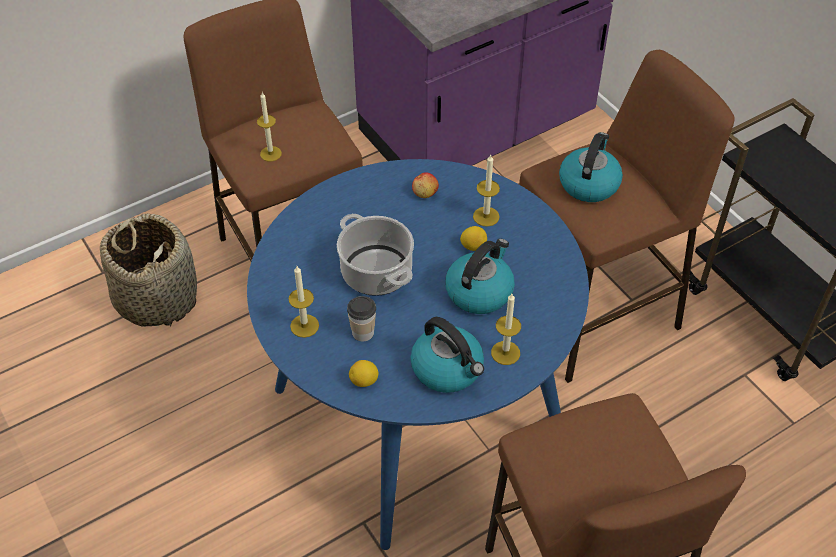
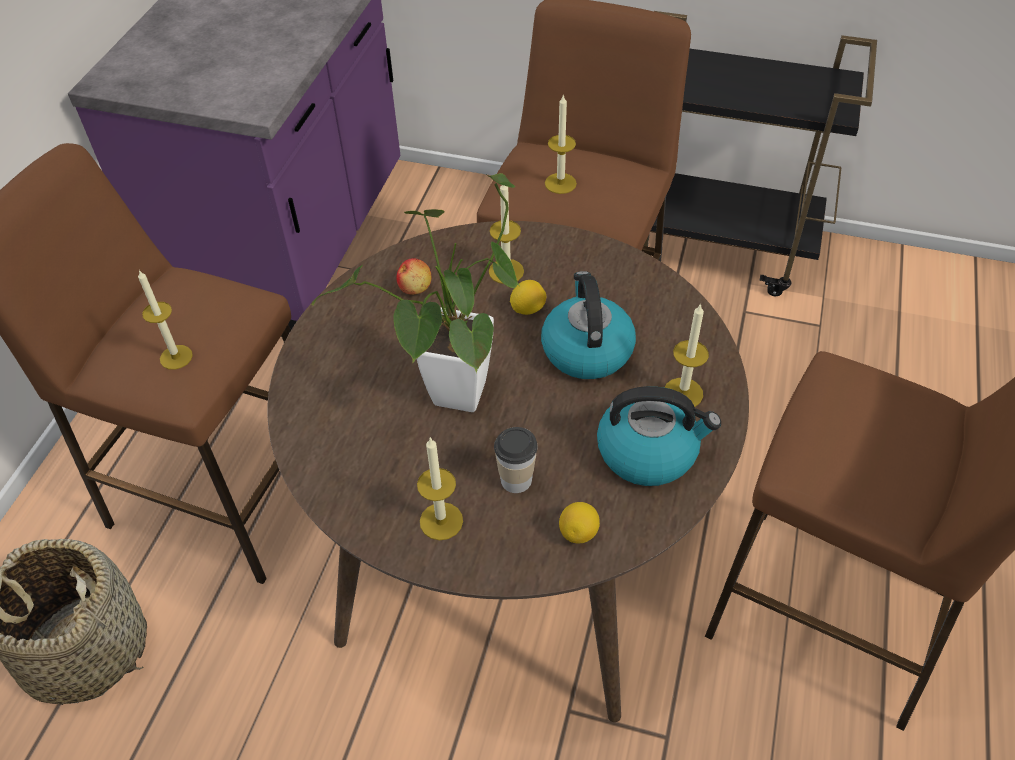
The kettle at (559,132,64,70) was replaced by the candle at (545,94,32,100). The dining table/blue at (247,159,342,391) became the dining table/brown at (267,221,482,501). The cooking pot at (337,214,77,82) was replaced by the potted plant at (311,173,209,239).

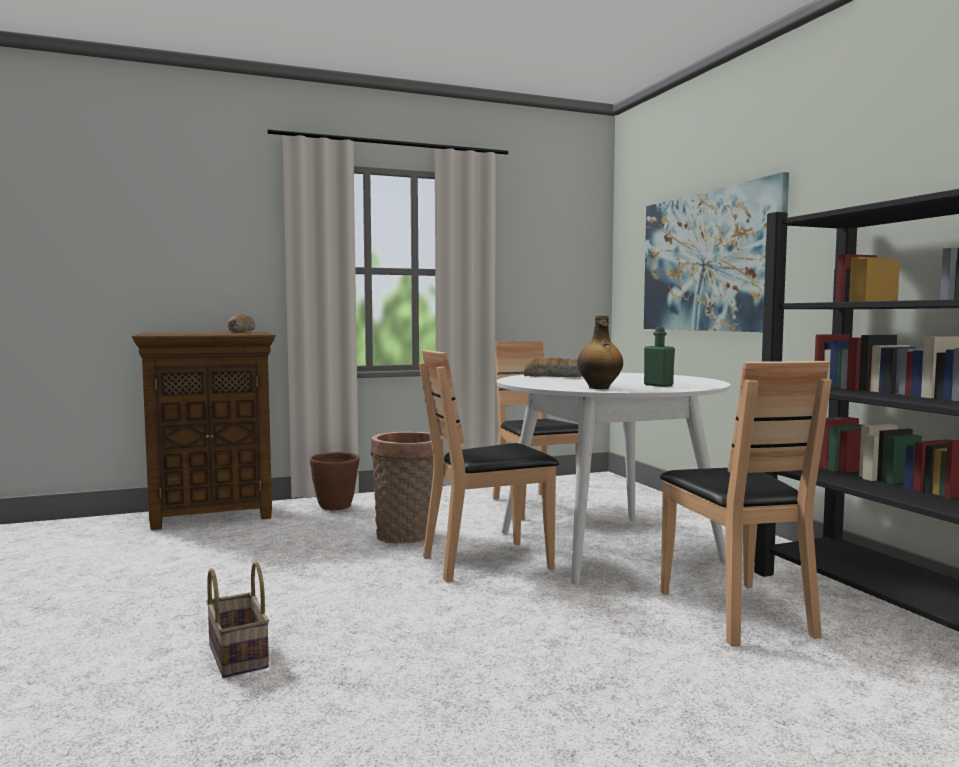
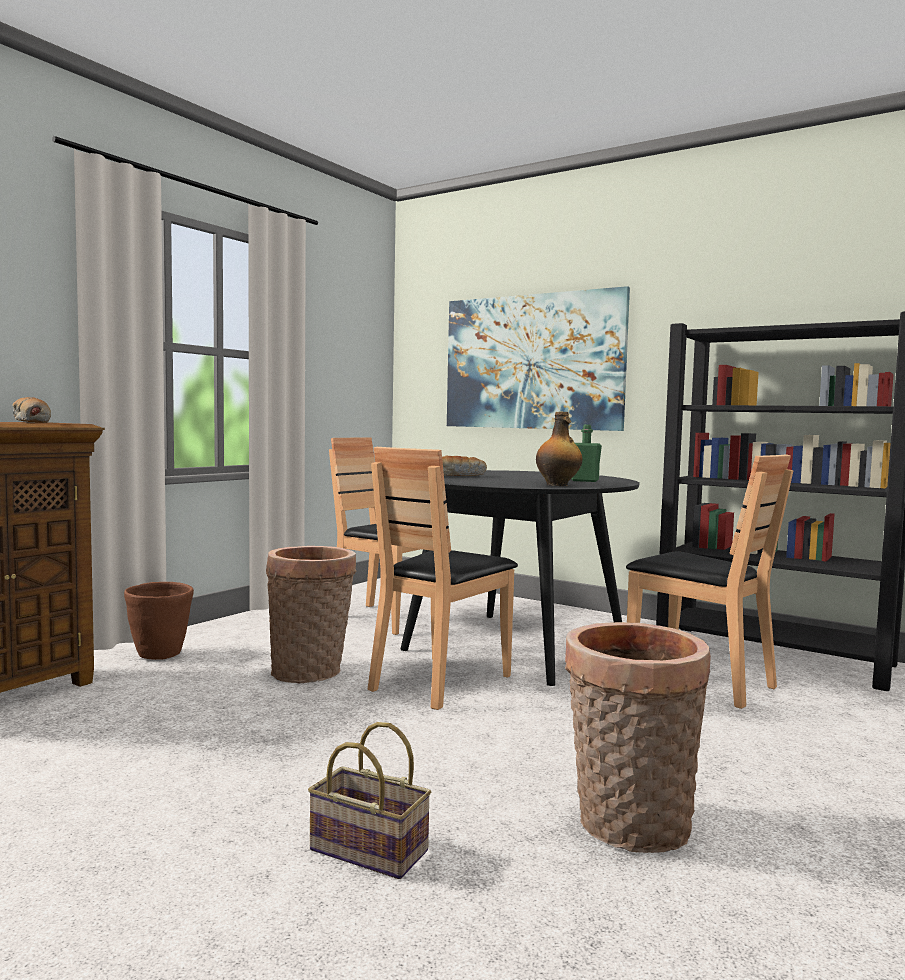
The dining table/white at (497,373,234,211) became the dining table/black at (401,470,239,216). The basket at (565,622,146,231) appeared.

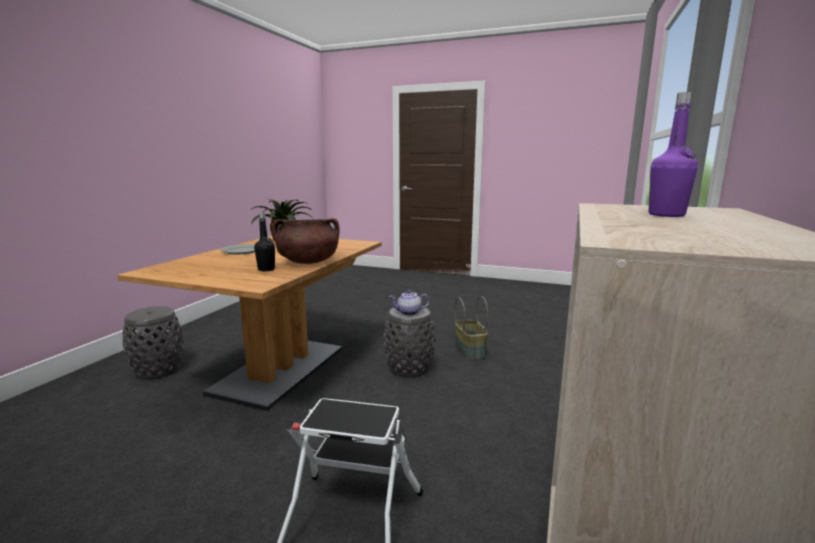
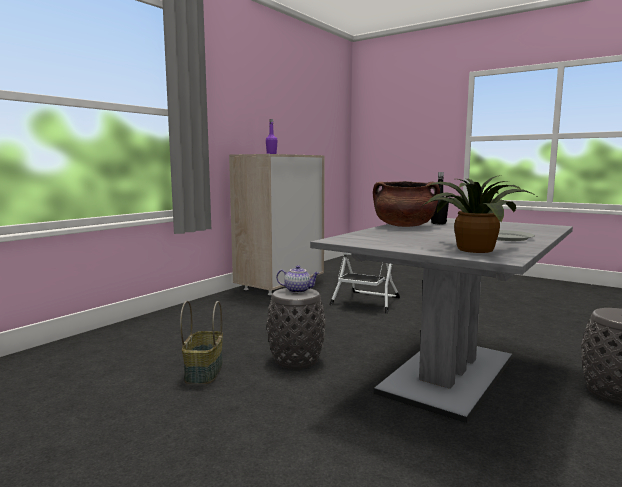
The dining table/brown at (117,235,265,176) became the dining table/grey at (310,218,263,205).

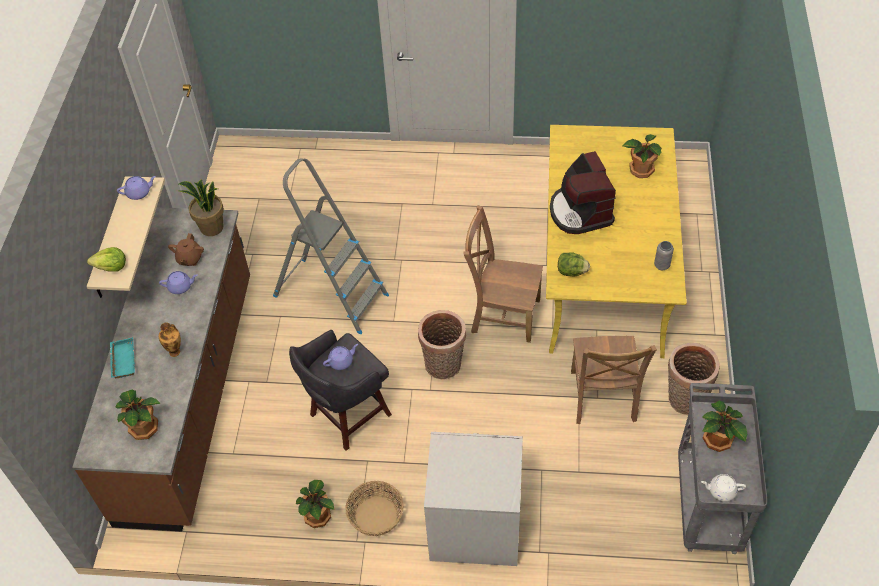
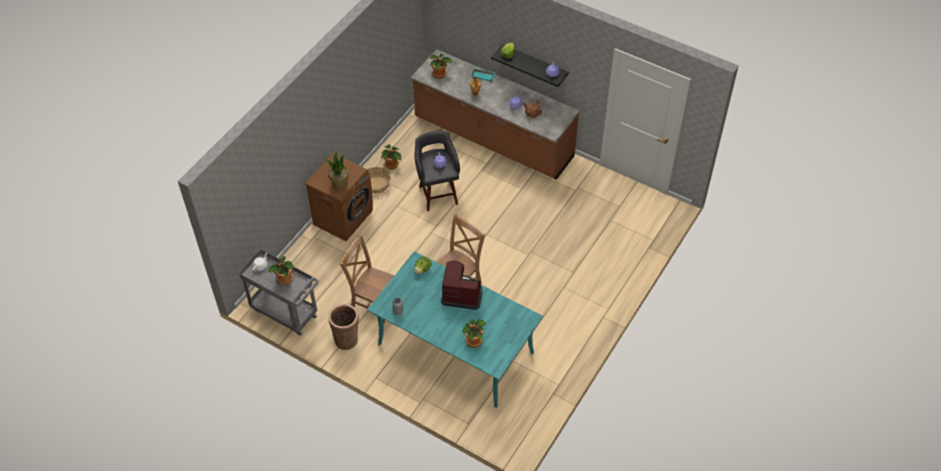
The dining table/yellow at (546,125,141,233) became the dining table/turquoise at (367,251,176,157). The step ladder/grey at (273,158,116,176) disappeared. The shelf/beige at (87,176,78,122) became the shelf/black at (491,44,78,43). The potted plant moved from (179,179,45,57) to (325,150,24,40). The basket at (418,310,48,69) disappeared. The washing machine/white at (424,432,99,134) became the washing machine/brown at (305,153,68,88).

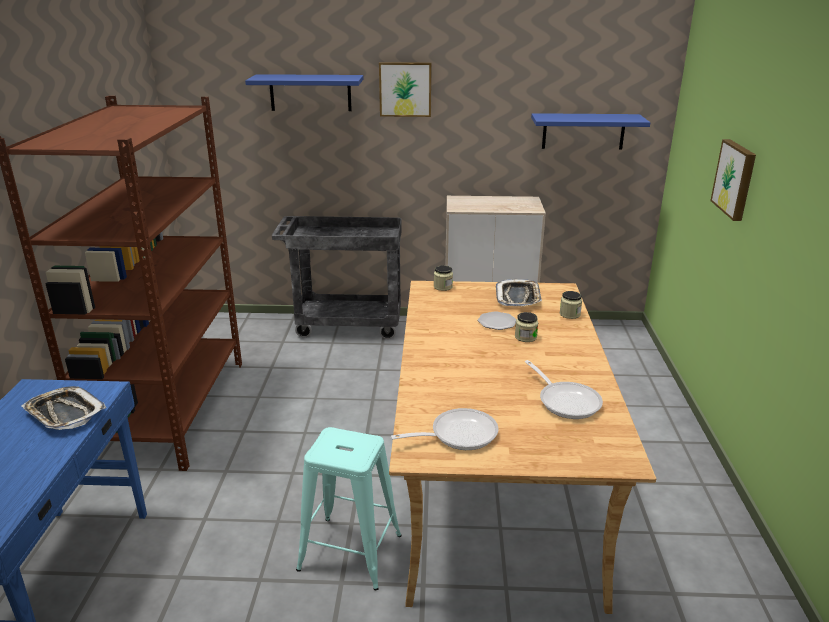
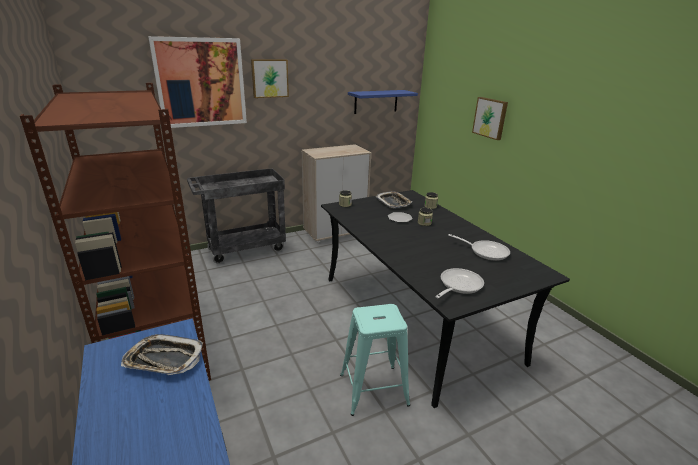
The shelf/blue at (245,74,118,37) was replaced by the picture at (148,36,99,92). The dining table/beige at (389,281,268,333) became the dining table/black at (321,190,249,218).

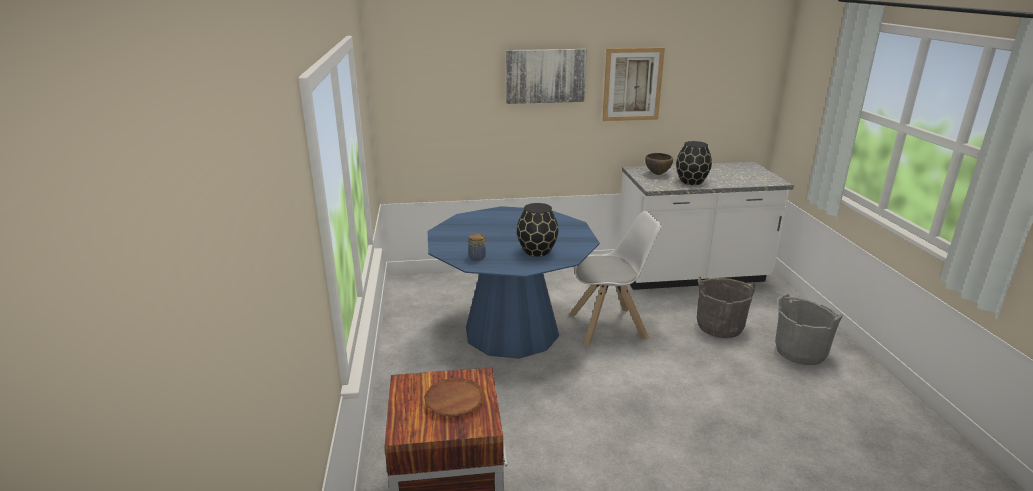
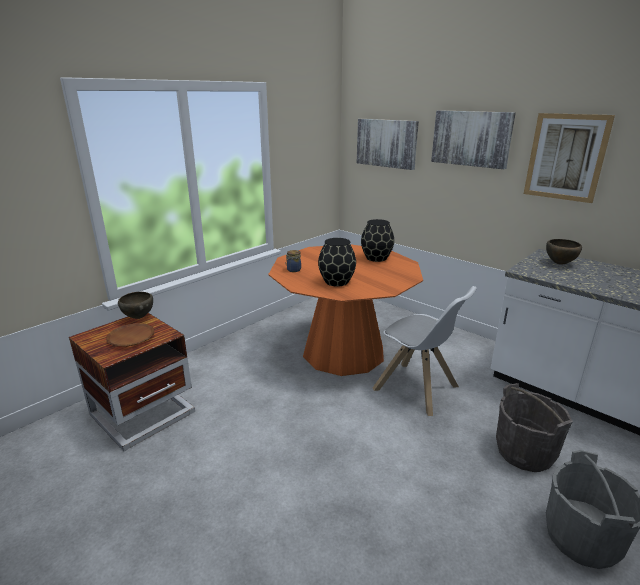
The vase/black moved from (676,141,36,44) to (361,219,33,43). The dining table/blue at (428,206,172,153) became the dining table/orange at (268,244,155,132). The picture at (357,119,62,51) appeared. The bowl/brown at (118,292,35,27) appeared.

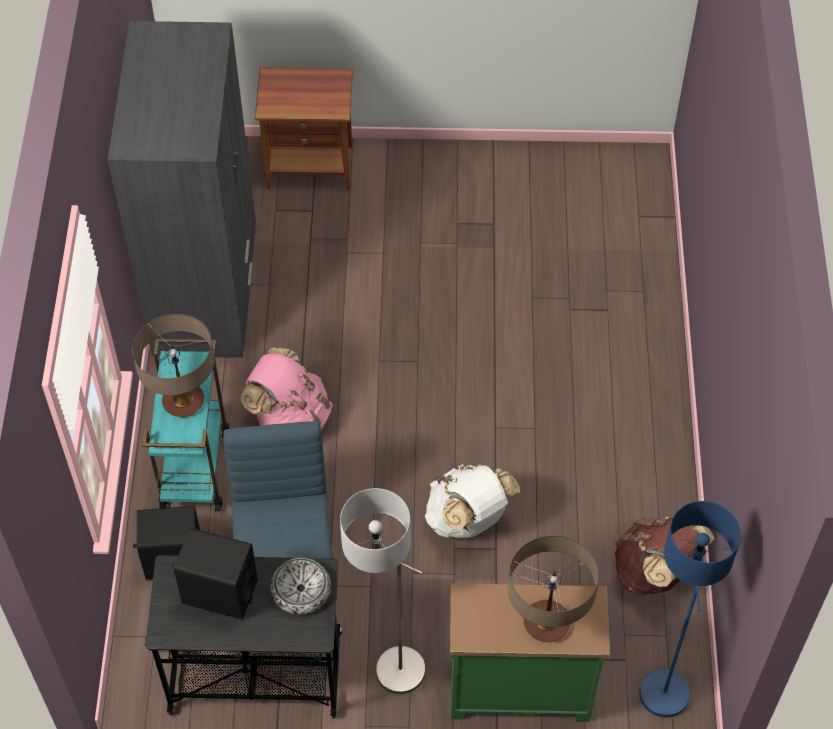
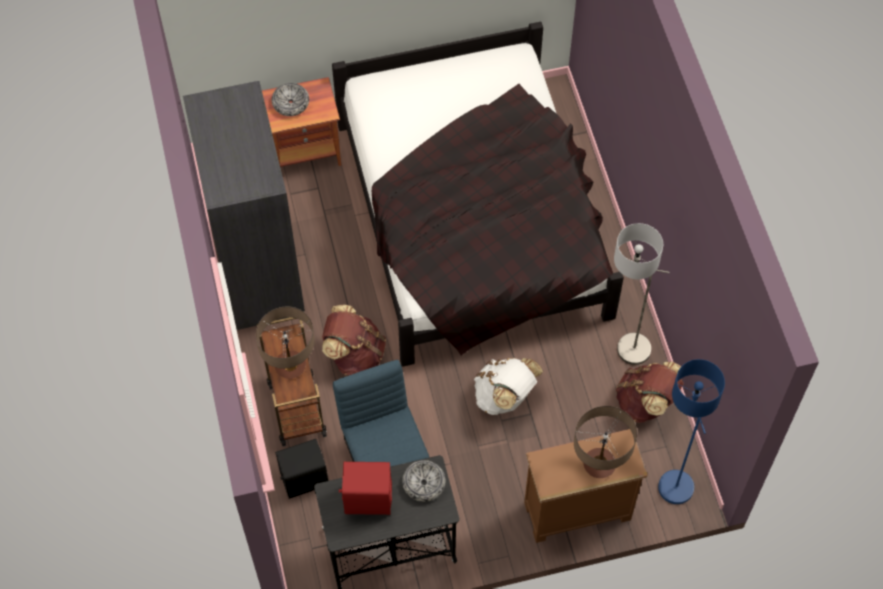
The cart/turquoise at (142,339,87,174) became the cart/brown at (257,317,70,130). The backpack/pink at (240,347,93,84) became the backpack/brown at (322,305,64,71). The floor lamp/grey moved from (340,488,85,206) to (614,223,55,142). The speaker/black at (171,528,87,92) became the speaker/red at (339,462,53,53). The dresser/green at (450,583,160,139) became the dresser/brown at (524,429,124,114). The bed/black at (332,22,292,345) appeared. The bowl at (272,83,37,33) appeared.

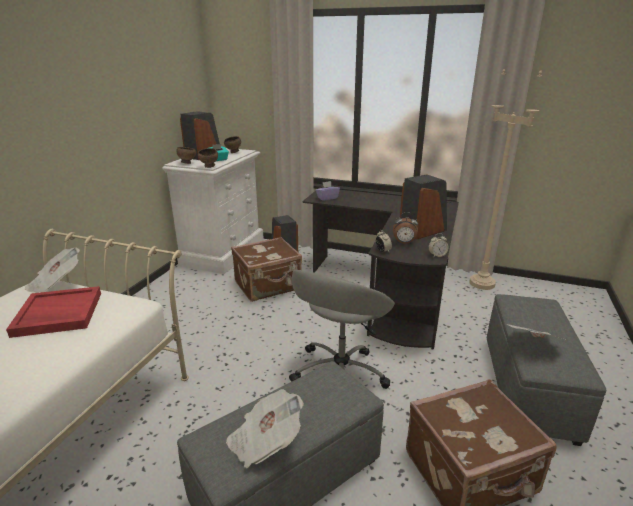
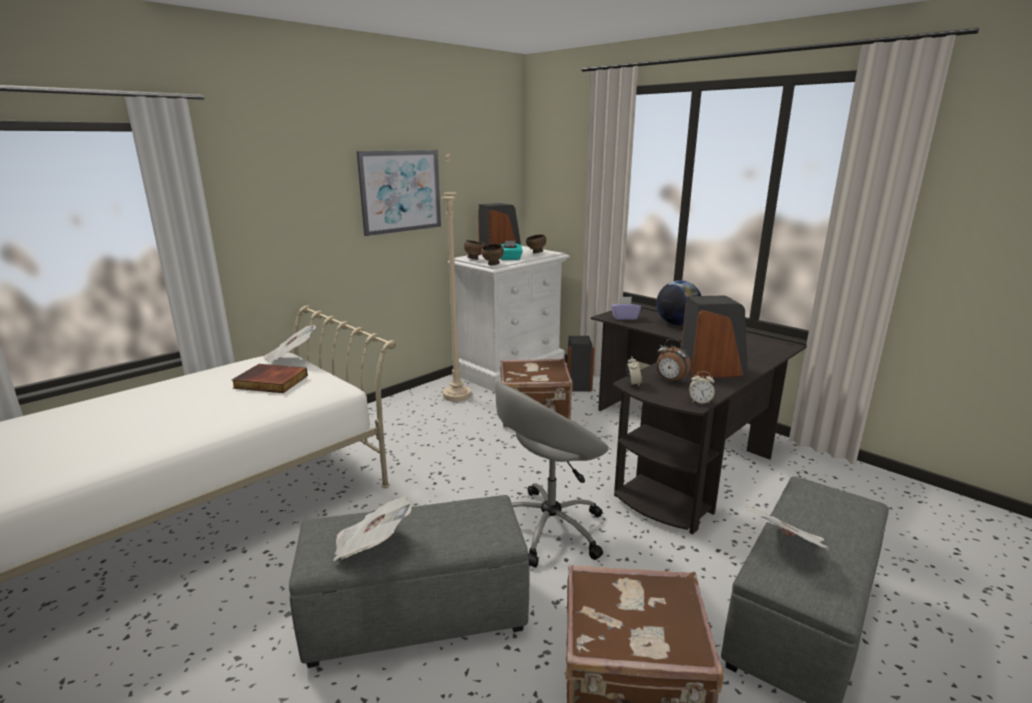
The floor lamp/beige moved from (469,68,74,222) to (442,153,29,249). The tray/red at (6,286,95,52) was replaced by the book at (232,364,76,29). The picture at (357,150,84,86) appeared. The globe at (656,280,45,45) appeared.

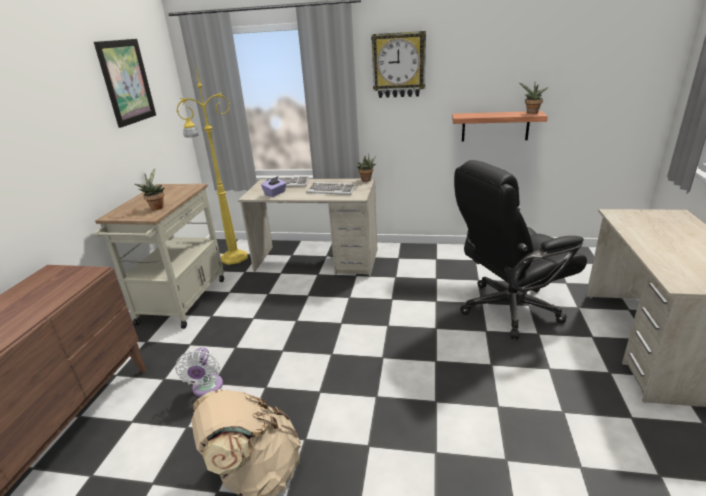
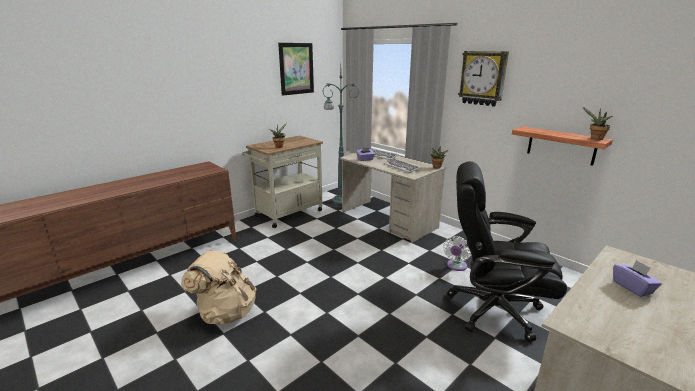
The floor lamp/yellow at (177,65,71,200) became the floor lamp/green at (323,68,37,136). The fan/white moved from (175,347,48,50) to (444,236,27,35). The tissue box/purple at (613,260,49,37) appeared.

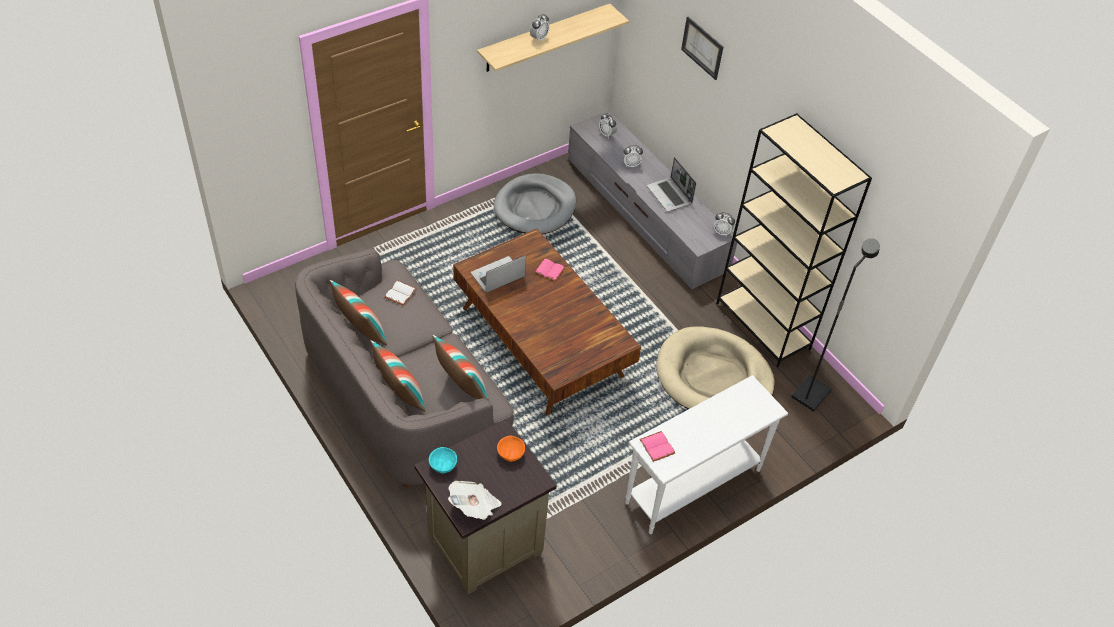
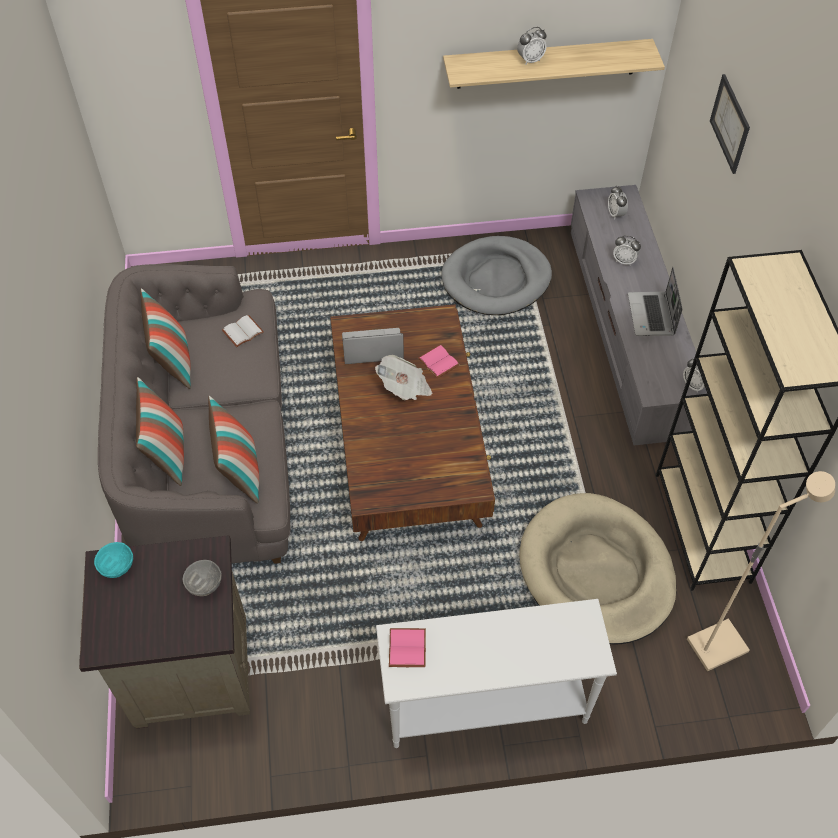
The floor lamp/black at (791,238,89,174) became the floor lamp/beige at (687,471,148,200). The bowl/orange at (497,436,28,26) became the bowl/grey at (183,560,39,36). The newspaper moved from (448,481,54,39) to (375,355,57,45).

